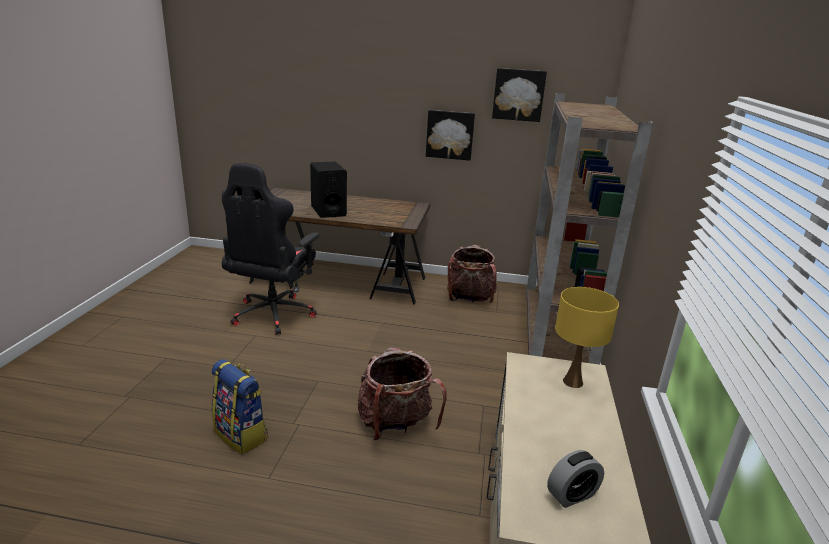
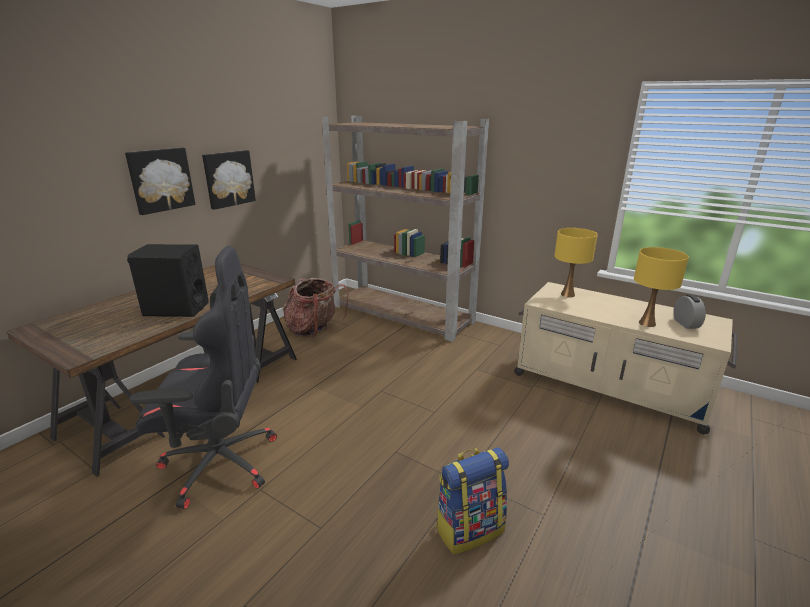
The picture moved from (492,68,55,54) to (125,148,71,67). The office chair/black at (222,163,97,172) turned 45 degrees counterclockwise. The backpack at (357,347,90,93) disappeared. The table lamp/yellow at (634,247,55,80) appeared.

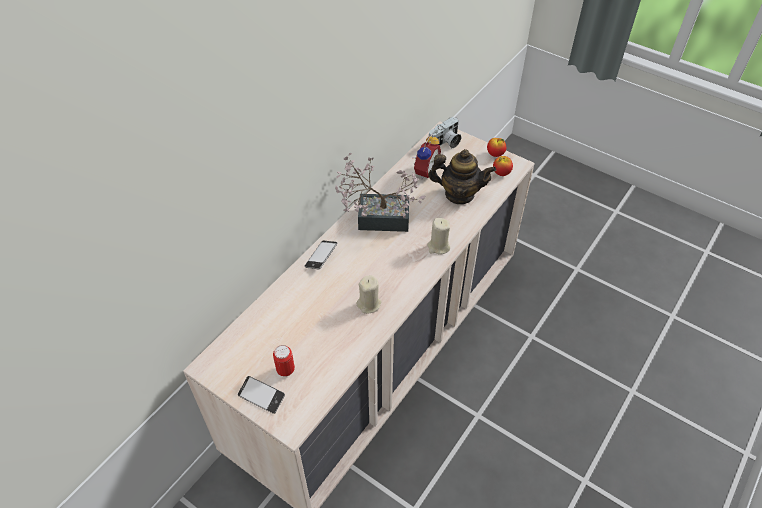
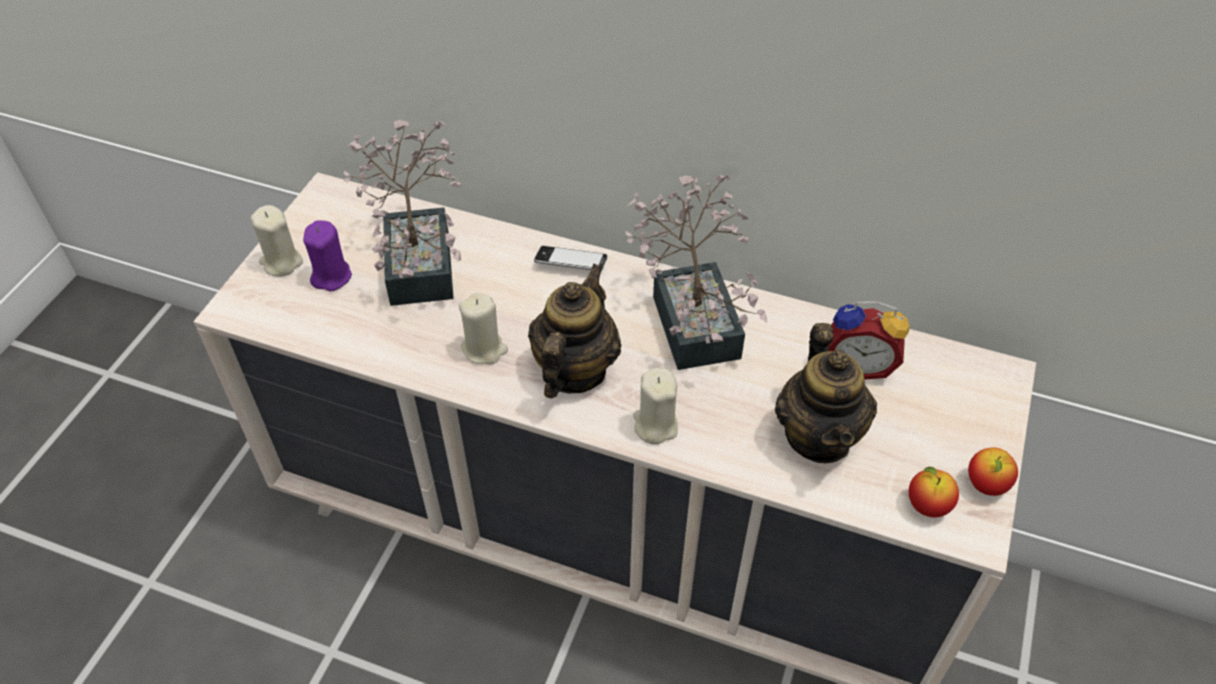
The photo camera at (429,117,32,31) disappeared. The can at (273,345,22,32) was replaced by the candle/purple at (303,220,49,71). The phone at (238,376,47,38) was replaced by the candle/beige at (250,205,53,72). The potted plant at (344,120,117,186) appeared. The teapot at (528,264,94,134) appeared.

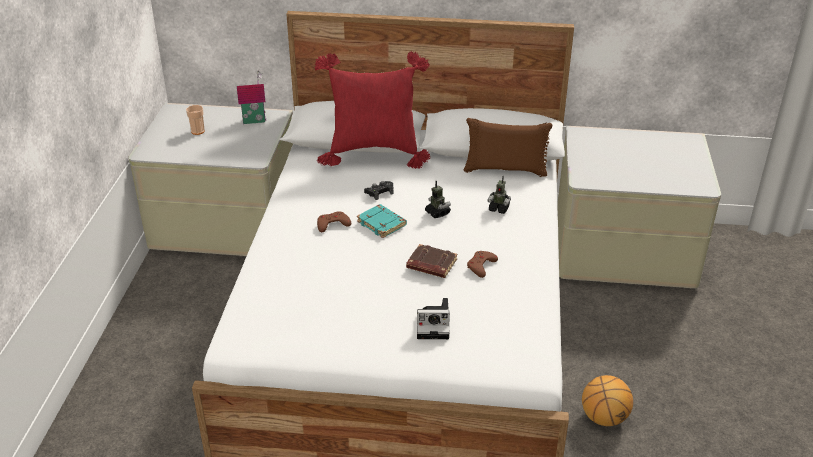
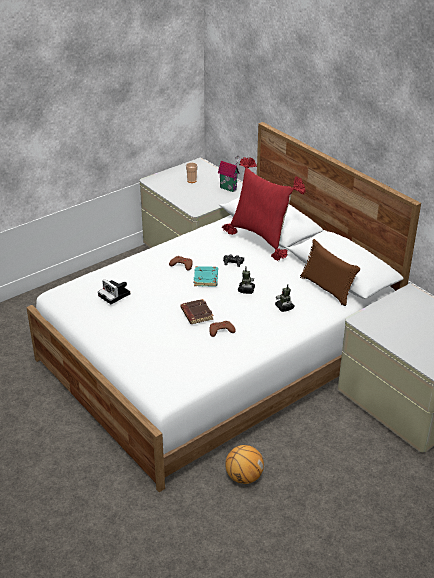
The photo camera moved from (417,298,33,41) to (98,279,32,25).

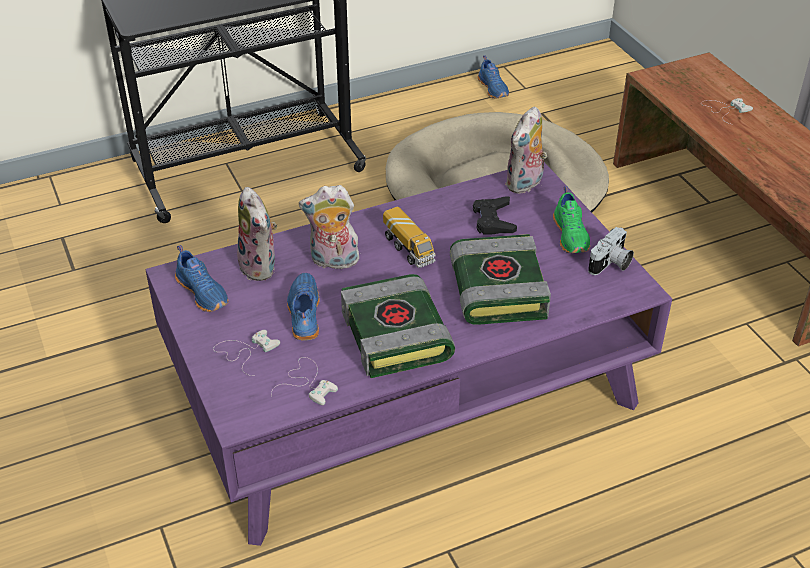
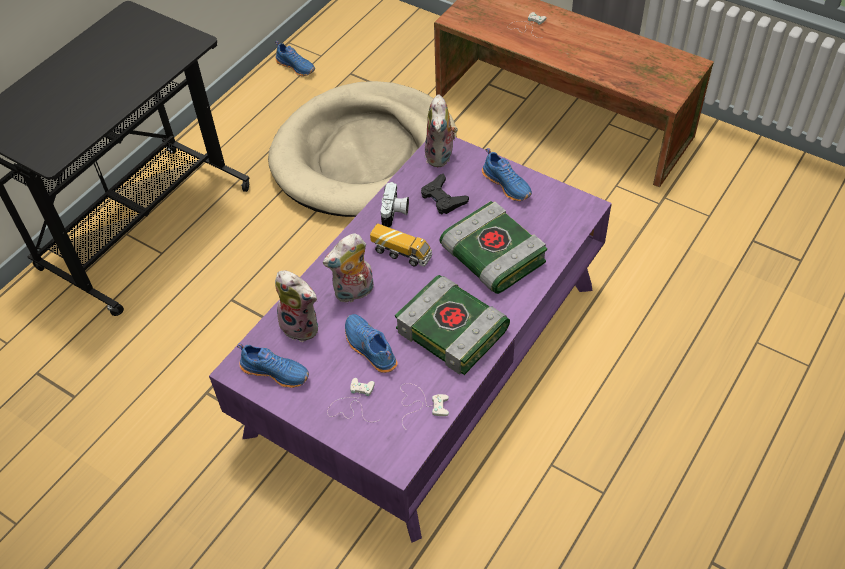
The shoe/green at (553,186,37,67) became the shoe/blue at (482,148,50,53). The photo camera moved from (588,227,46,48) to (381,182,28,46).

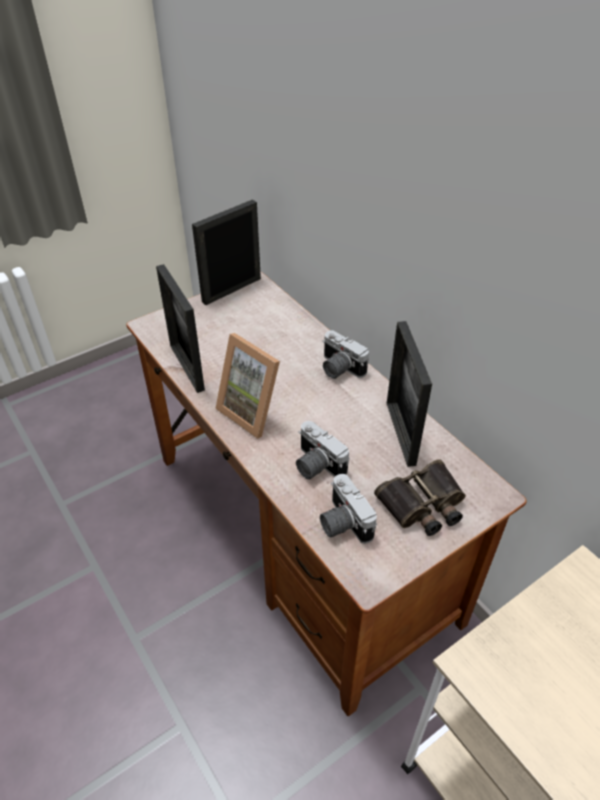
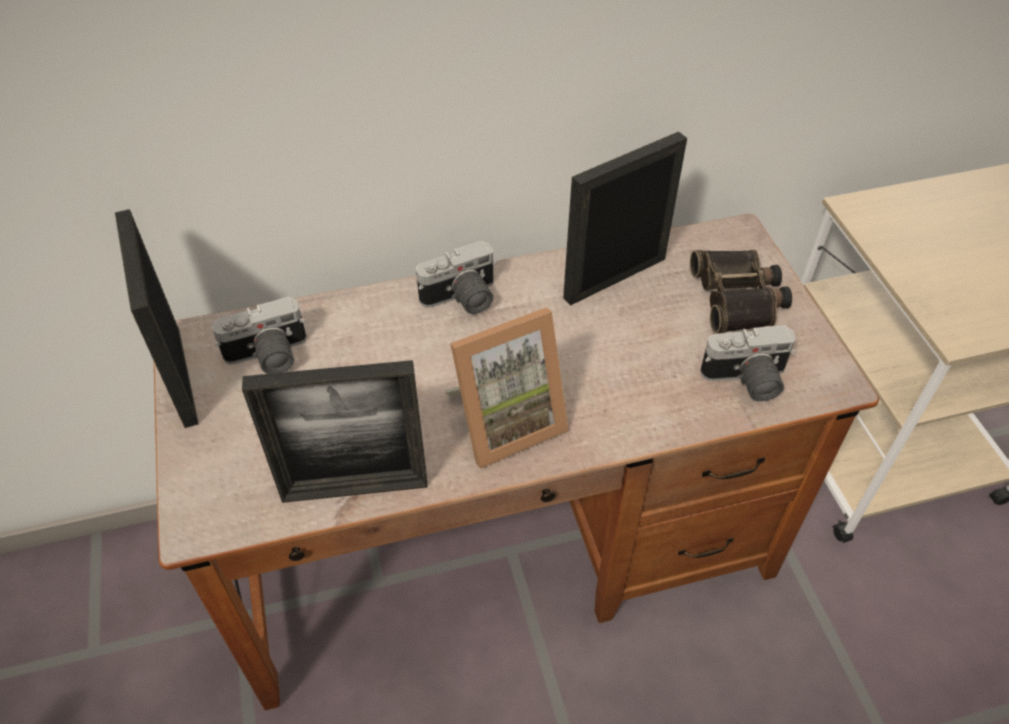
The picture frame at (387,321,45,146) turned 135 degrees clockwise. The photo camera moved from (296,421,54,59) to (212,297,94,77).

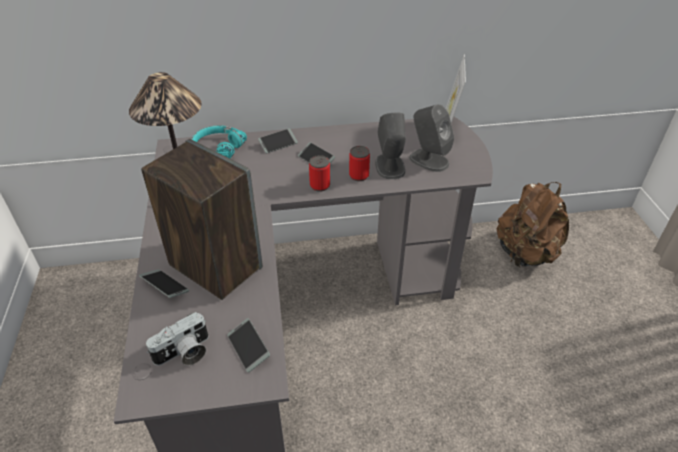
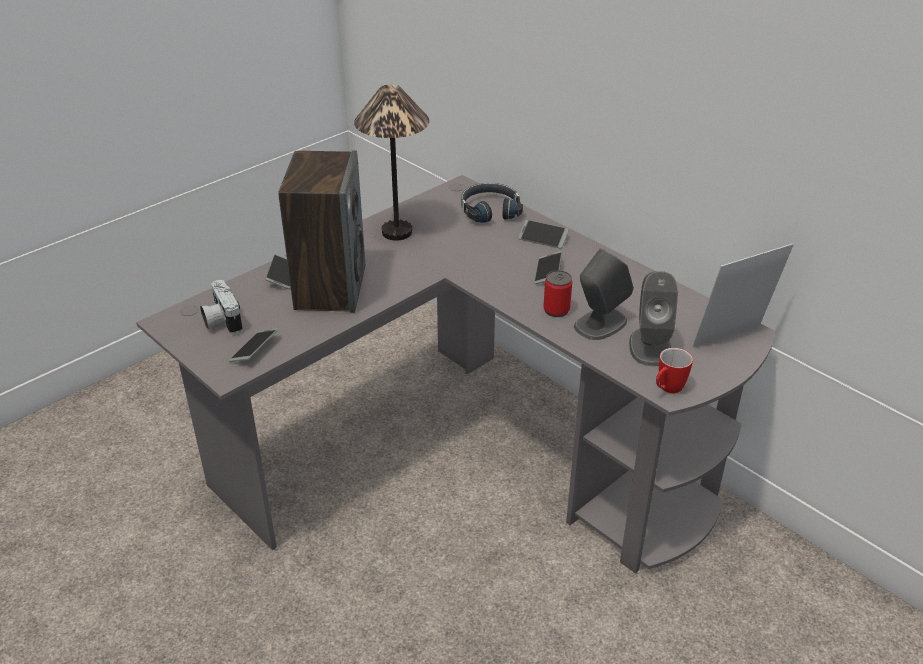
The headphones/turquoise at (192,125,55,34) became the headphones/black at (461,183,62,40). The can at (309,155,21,37) disappeared. The backpack/brown at (497,182,72,85) disappeared. The photo camera at (146,312,62,54) turned 45 degrees clockwise. The mug at (656,348,37,45) appeared.

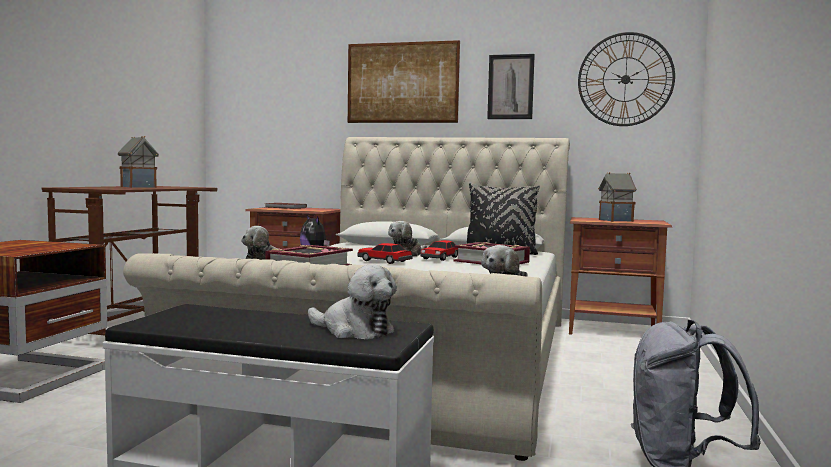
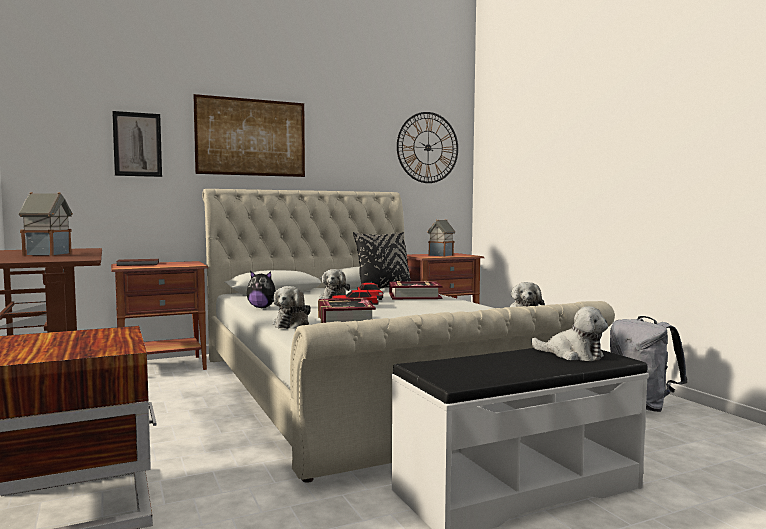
The picture moved from (487,54,48,65) to (112,111,50,66). The plush toy at (308,265,89,75) turned 45 degrees clockwise.

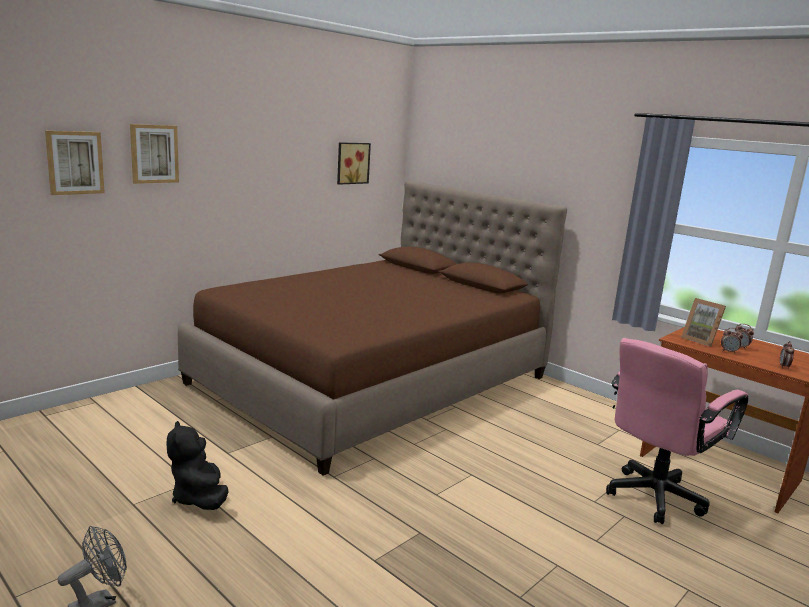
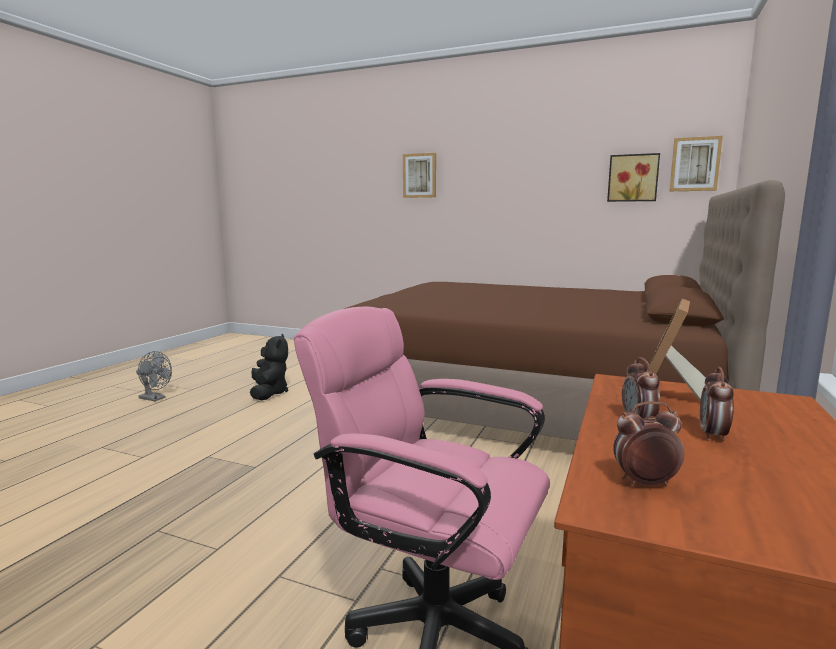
The picture moved from (45,131,60,64) to (669,136,54,55). The plush toy/black at (166,421,63,89) turned 120 degrees clockwise.

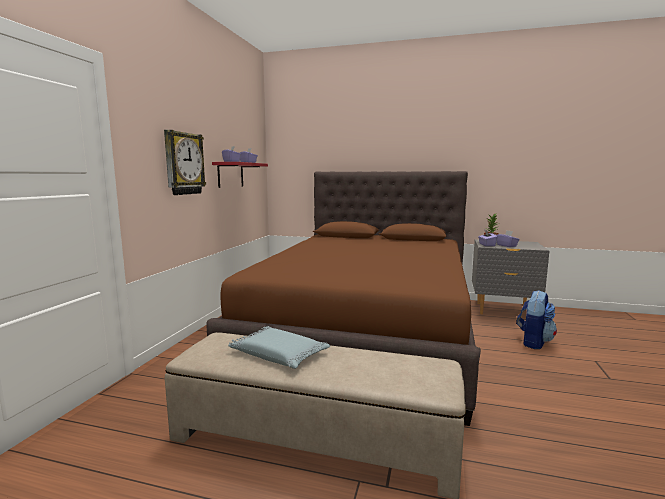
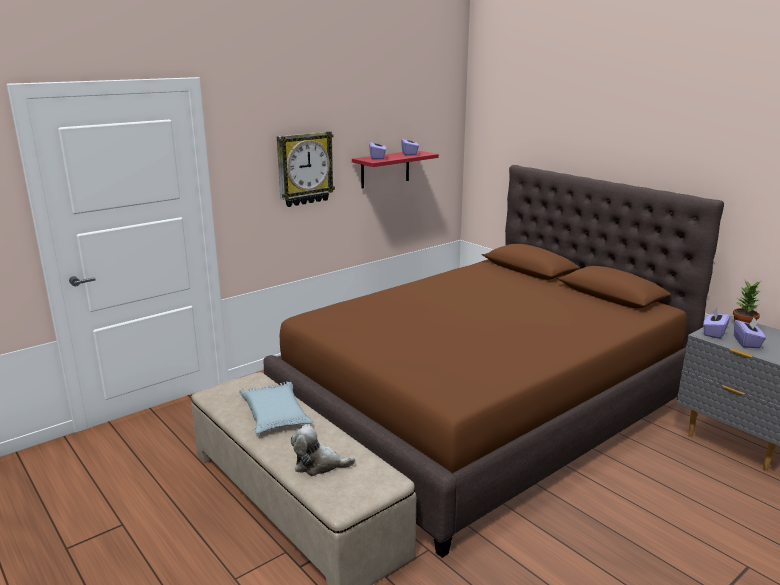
The backpack at (516,290,41,59) disappeared. The plush toy at (291,425,64,51) appeared.

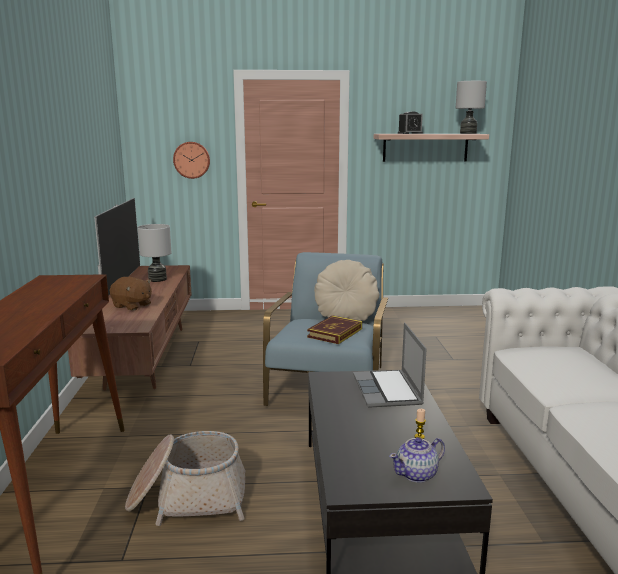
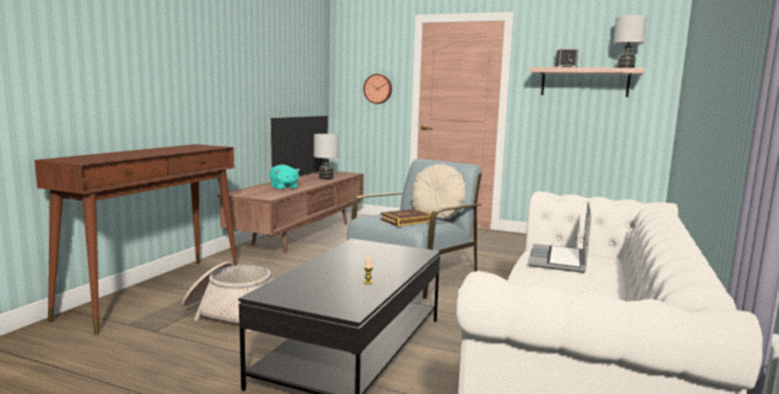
The plush toy/brown at (110,277,42,34) became the plush toy/turquoise at (270,164,30,26). The laptop moved from (353,323,74,85) to (528,202,63,71). The teapot at (389,437,56,46) disappeared.

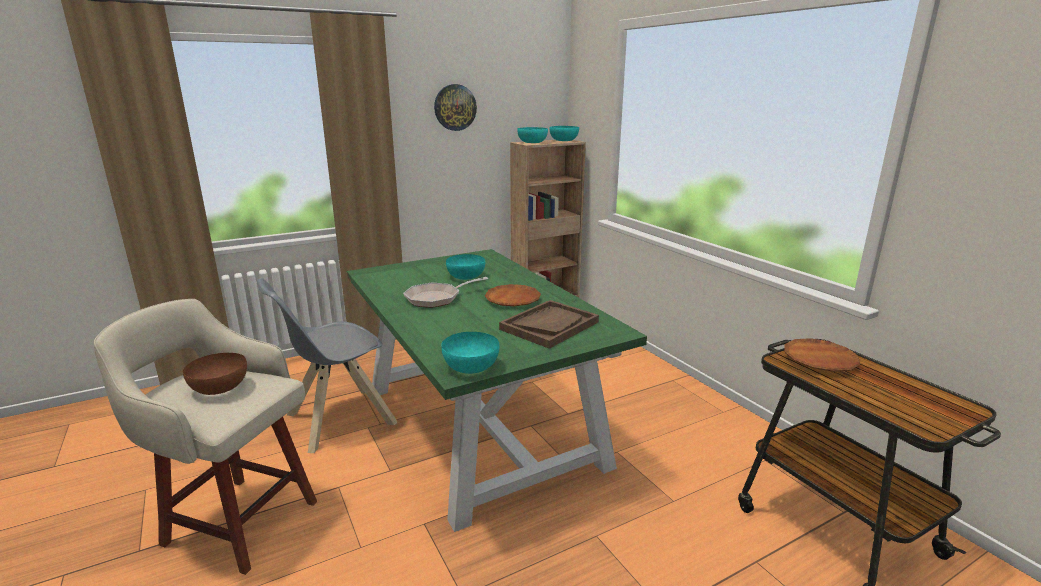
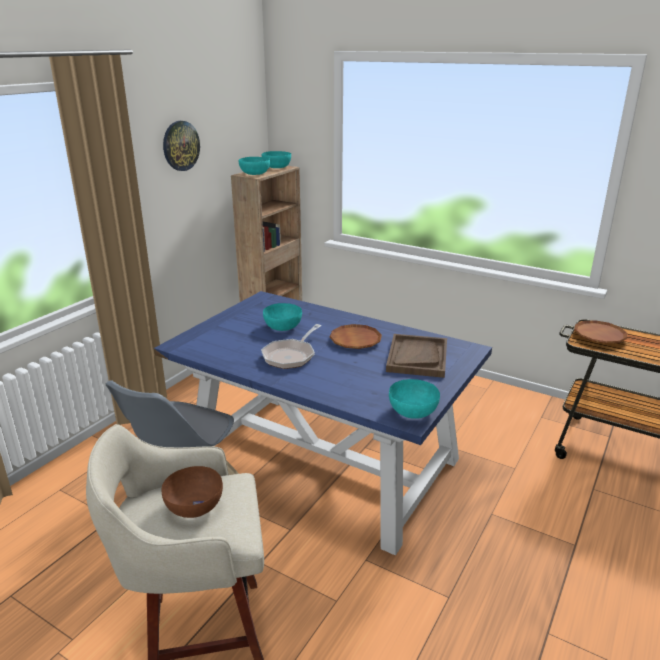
The dining table/green at (347,249,300,283) became the dining table/blue at (154,291,338,265).

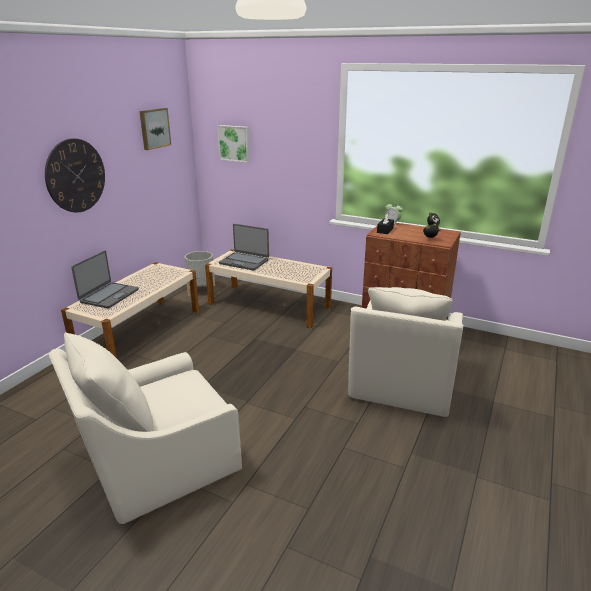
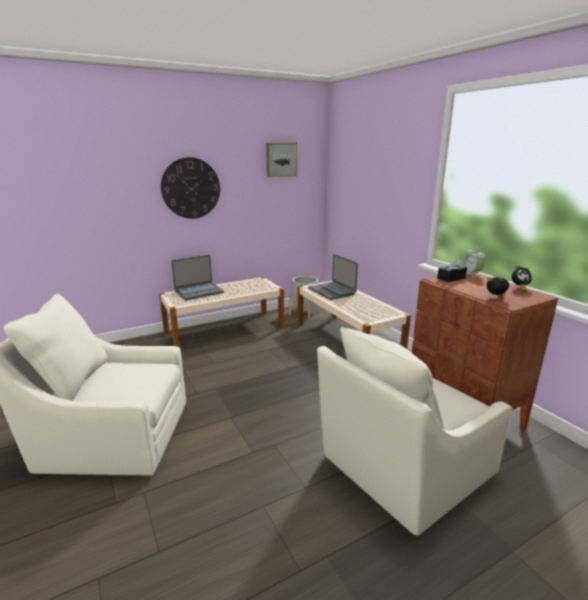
The picture at (217,125,33,38) disappeared.

